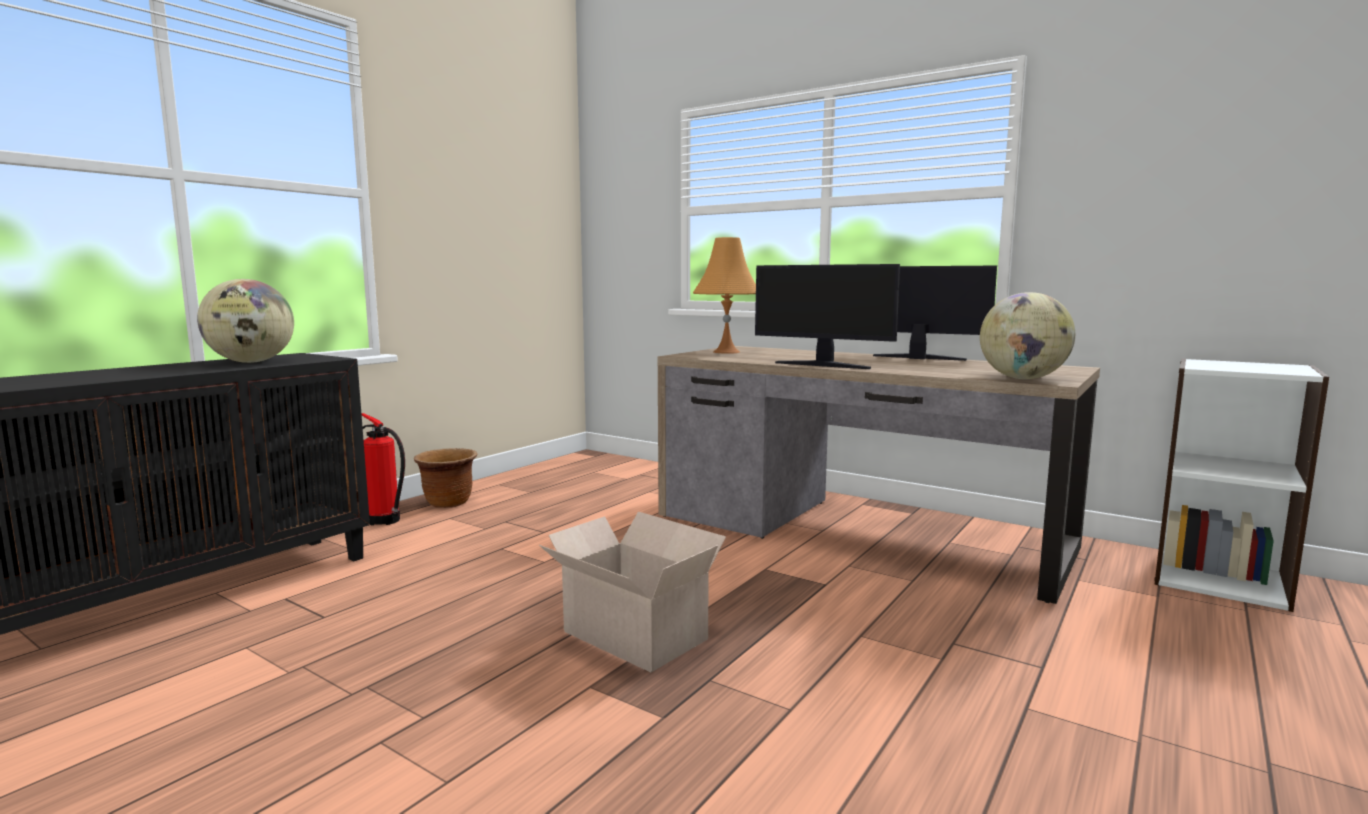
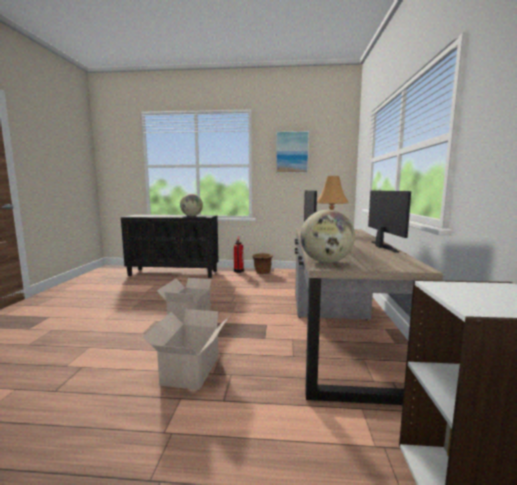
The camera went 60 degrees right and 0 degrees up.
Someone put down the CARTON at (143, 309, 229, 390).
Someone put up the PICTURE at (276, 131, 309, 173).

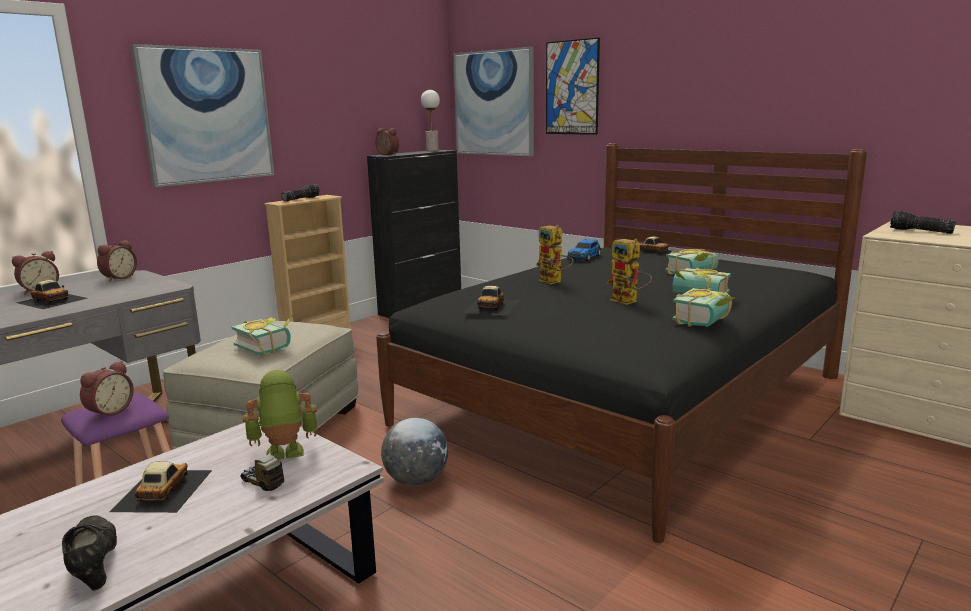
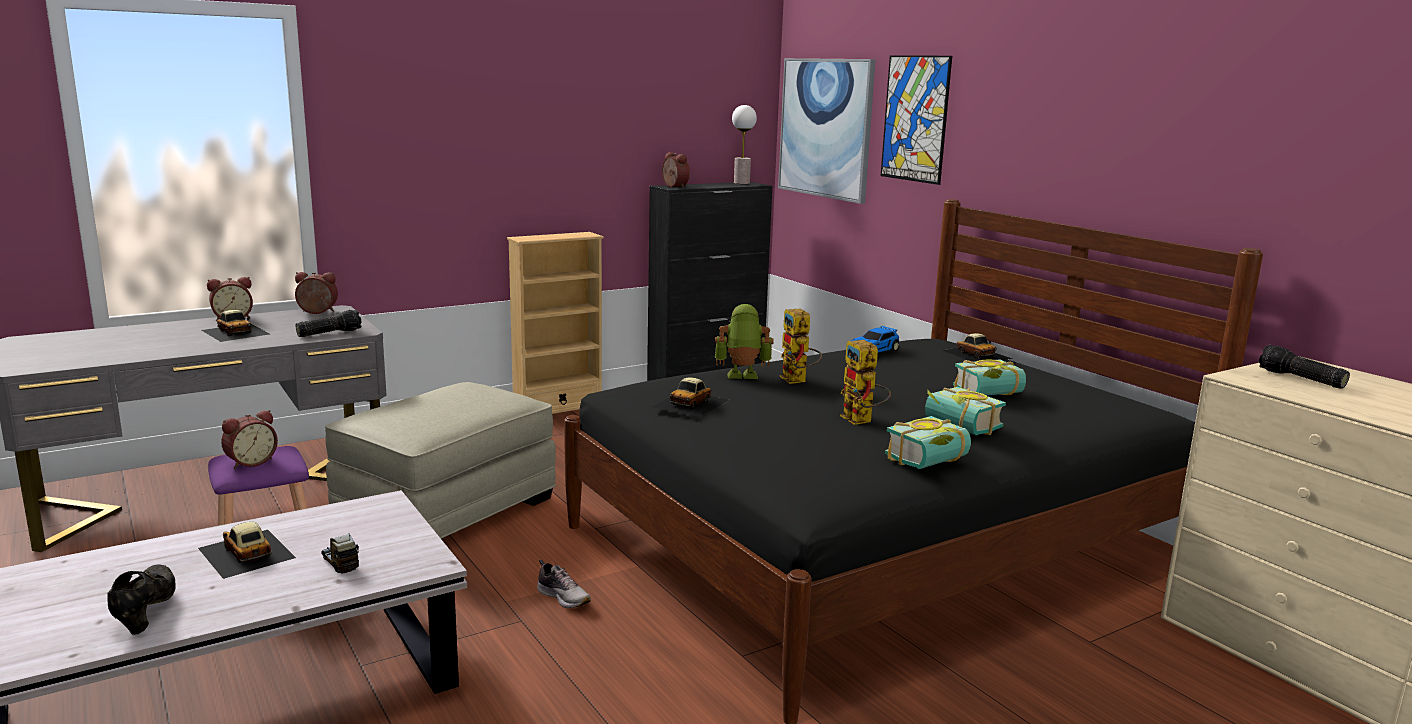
The camera went 15 degrees right and 0 degrees up.
Someone took away the PICTURE at (131, 44, 274, 187).
Someone took away the VOLUME at (232, 315, 293, 356).
Someone carried the TOY ROBOT from (243, 370, 318, 460) to (715, 304, 774, 379).
Someone carried the HAND TORCH from (281, 184, 319, 202) to (295, 310, 362, 337).
Someone swapped the GLOBE at (381, 418, 448, 486) for the LOW SHOE at (537, 559, 591, 608).
Someone rotated the ALARM CLOCK at (97, 240, 137, 281) by 135 degrees counterclockwise.
Someone rotated the MINIATURE CAR at (110, 461, 212, 513) by 60 degrees counterclockwise.

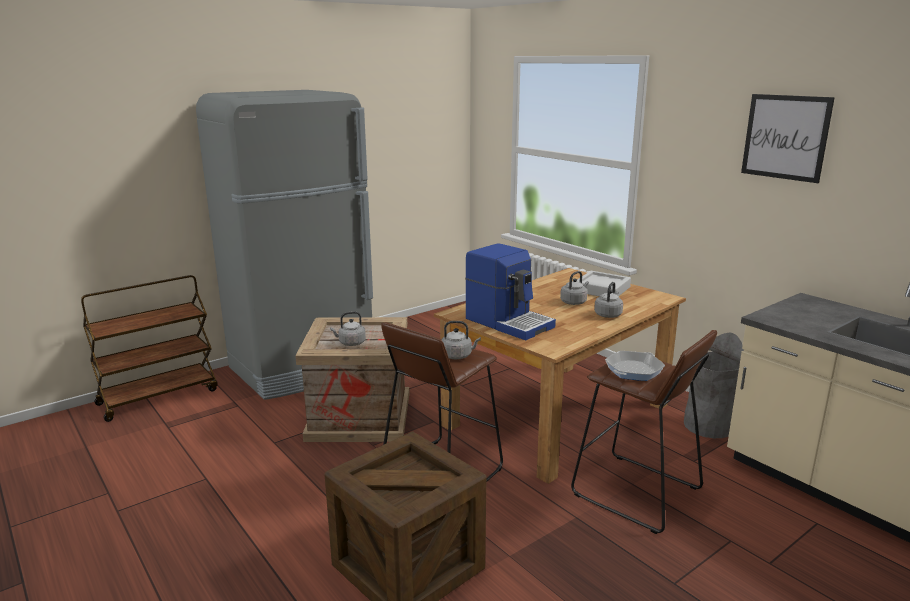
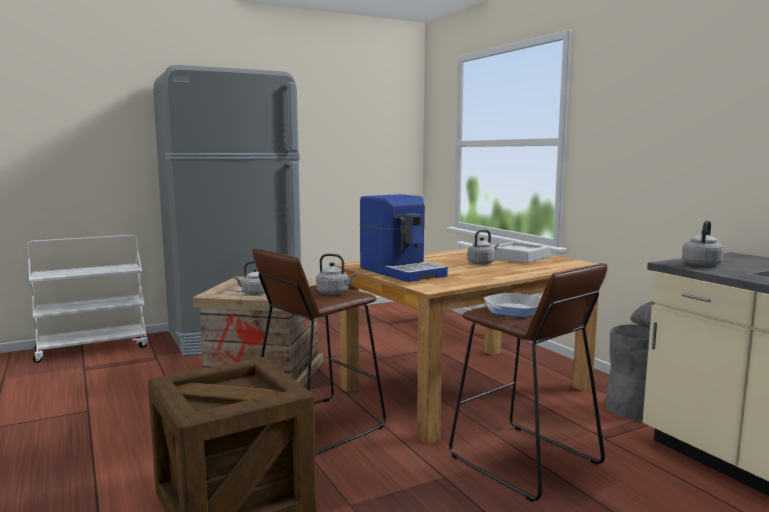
The camera went 10 degrees right and 10 degrees down.
Someone took away the PICTURE at (741, 94, 835, 183).
Someone carried the GRAY WATER KETTLE from (594, 282, 623, 318) to (682, 220, 723, 267).
Someone repainted the BROWNISH TROLLEY at (81, 275, 218, 422), which became the WHITISH TROLLEY at (27, 235, 148, 363).

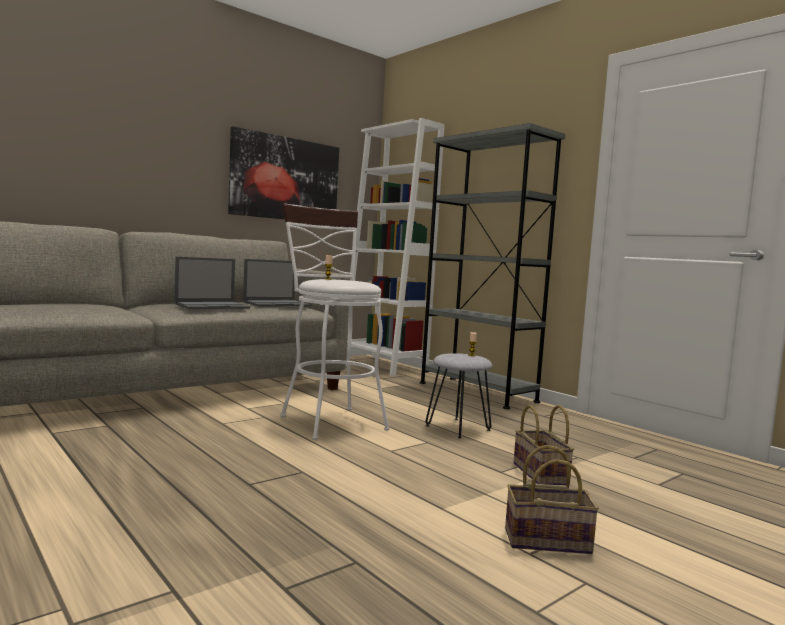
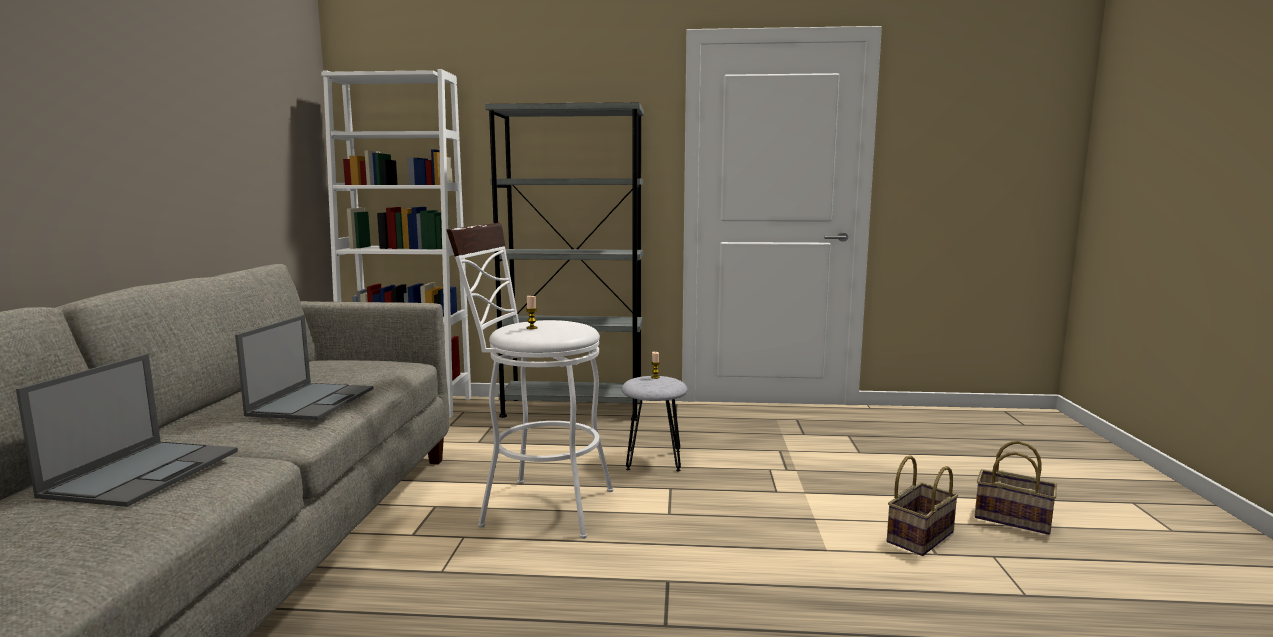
The camera went 45 degrees left and 5 degrees up.
Someone took away the PICTURE at (228, 126, 339, 219).
Someone carried the NOTEBOOK COMPUTER from (243, 259, 312, 307) to (16, 354, 238, 507).
Someone carried the HOUSEHOLD BASKET from (513, 405, 574, 485) to (975, 441, 1057, 535).

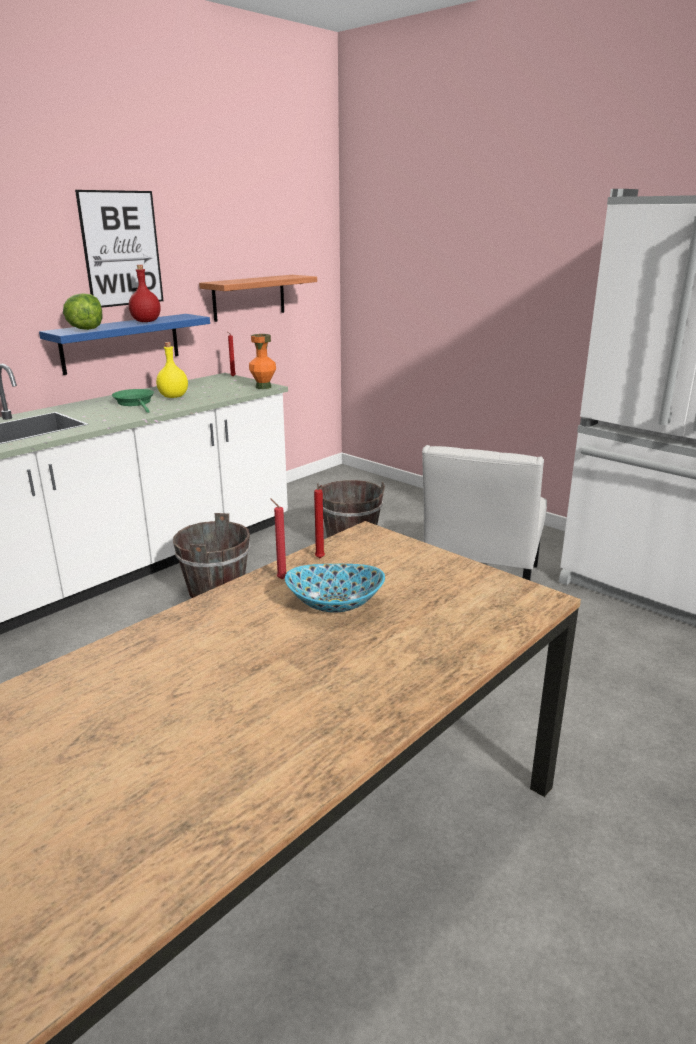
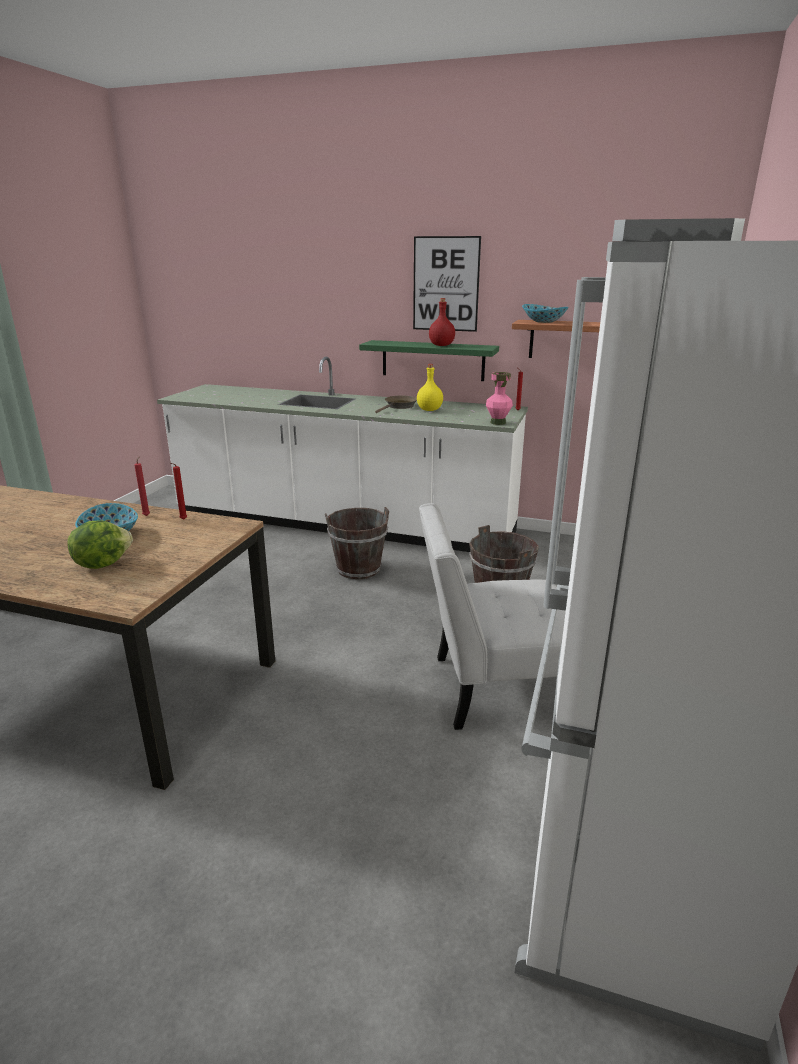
The camera went 65 degrees right and 0 degrees up.
Someone put down the DEEP DISH at (522, 304, 569, 323).
Someone carried the LETTUCE from (63, 293, 102, 330) to (67, 520, 133, 569).
Someone repainted the BLUISH BRACKET SHELF at (39, 314, 210, 375), which became the GREEN-COLOURED BRACKET SHELF at (359, 340, 499, 381).
Someone repainted the GREEN-COLOURED PAN at (112, 389, 154, 413), which became the BROWNISH PAN at (375, 396, 417, 413).
Someone repainted the ORANGEY DECORATIVE VASE at (249, 334, 276, 389), which became the PINKISH DECORATIVE VASE at (486, 372, 513, 425).

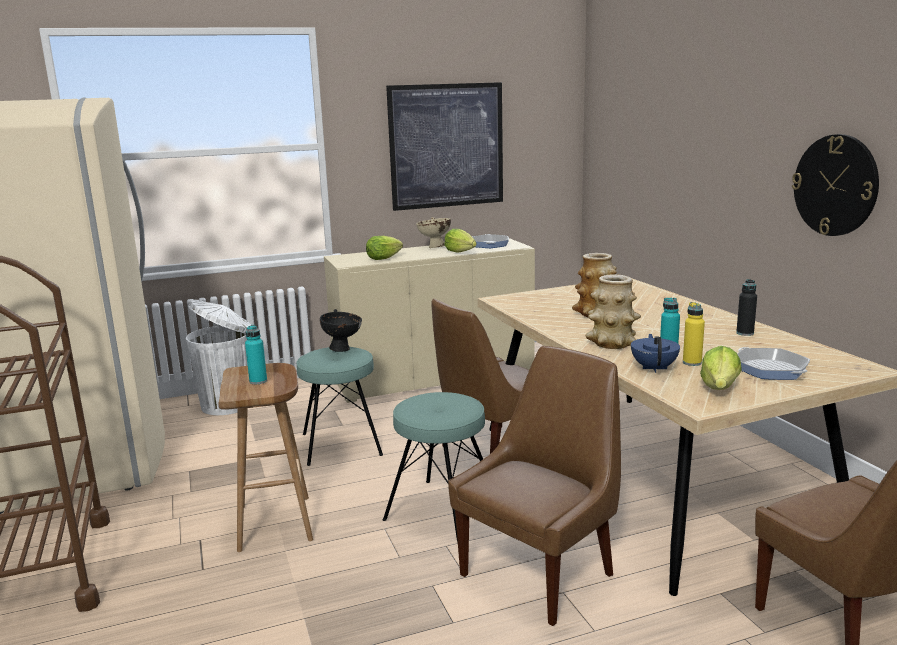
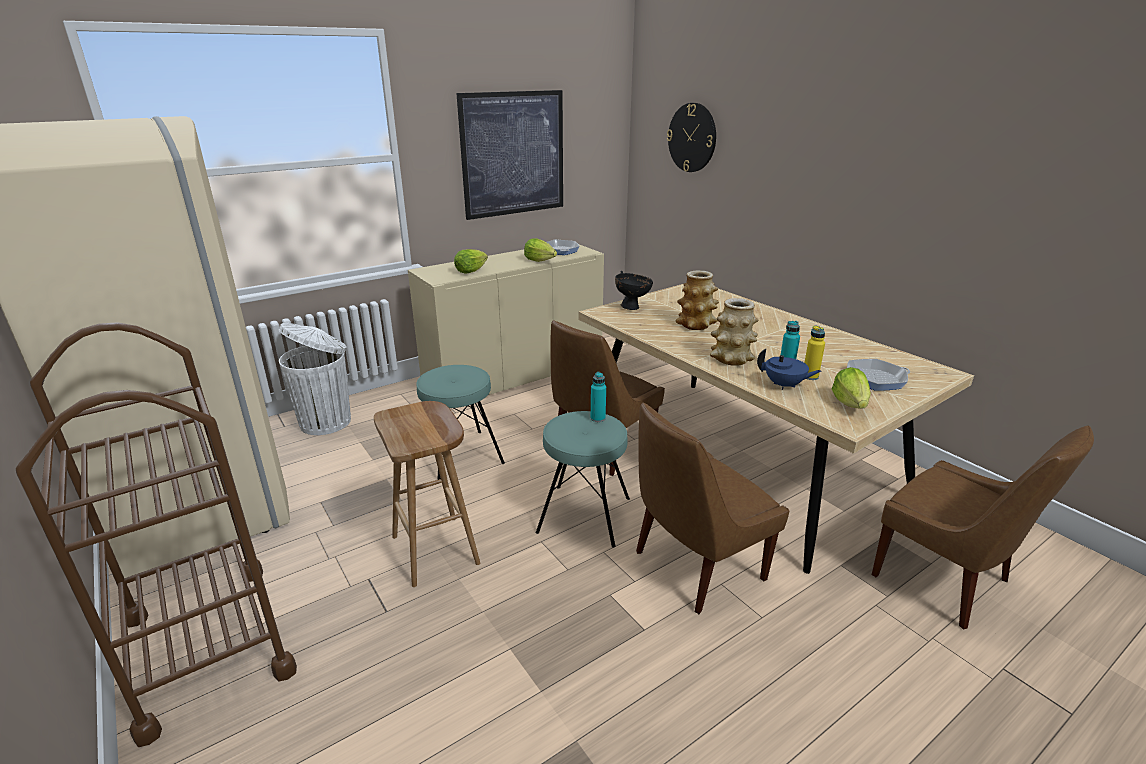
The camera went 15 degrees left and 10 degrees up.
Someone took away the BEIGE DEEP DISH at (416, 217, 451, 248).
Someone took away the BLACKISH DRINK BOTTLE at (736, 279, 757, 336).
Someone carried the BLUE-GREEN DRINK BOTTLE from (245, 325, 267, 384) to (591, 372, 606, 422).
Someone carried the BLACKISH DEEP DISH from (320, 309, 362, 352) to (615, 271, 653, 310).
Someone carried the CLOCK ON THE WALL from (792, 134, 879, 236) to (667, 103, 716, 172).
Someone rotated the BROWNISH CHAIR at (448, 346, 621, 626) by 150 degrees counterclockwise.
Someone rotated the BLUISH POT FOR TEA at (631, 334, 680, 373) by 120 degrees clockwise.
Someone rotated the PAN at (737, 347, 810, 380) by 60 degrees counterclockwise.

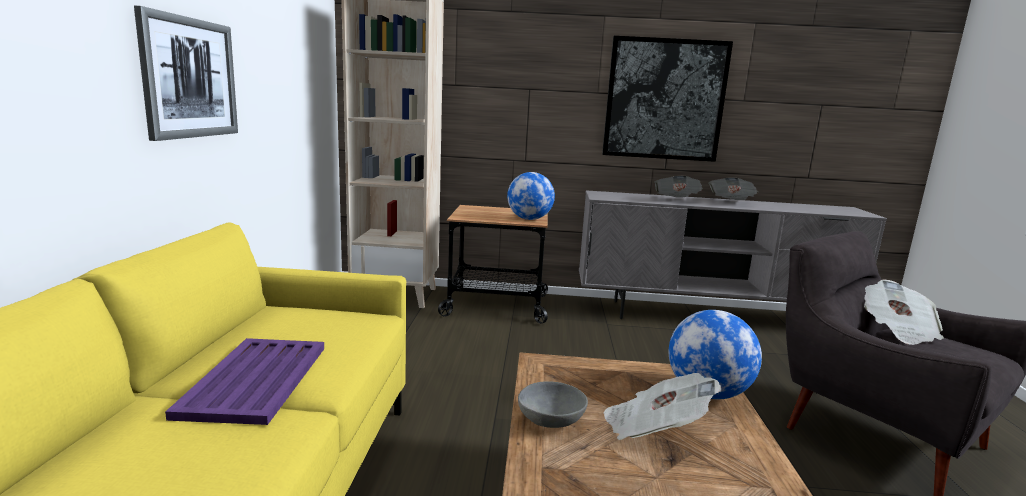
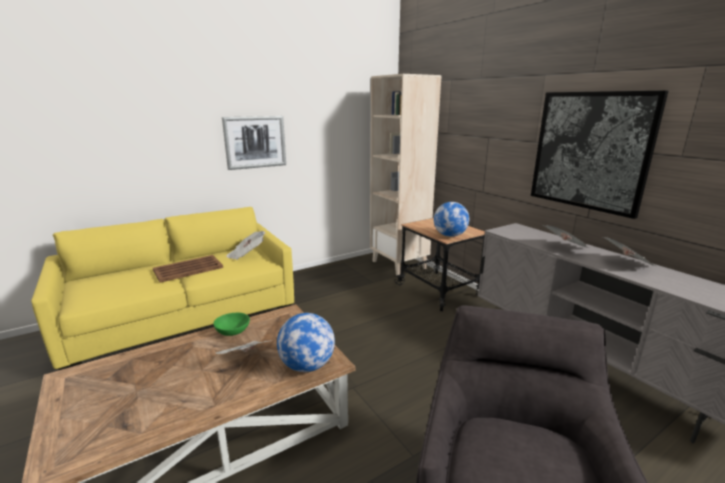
The camera went 55 degrees right and 5 degrees up.
Someone carried the DAILY PAPER from (864, 280, 944, 345) to (226, 231, 265, 260).
Someone repainted the PURPLE-COLOURED TRAY at (165, 338, 324, 425), which became the BROWNISH TRAY at (153, 255, 223, 283).
Someone repainted the GRAY DEEP DISH at (518, 382, 588, 428), which became the GREEN-COLOURED DEEP DISH at (213, 313, 250, 336).

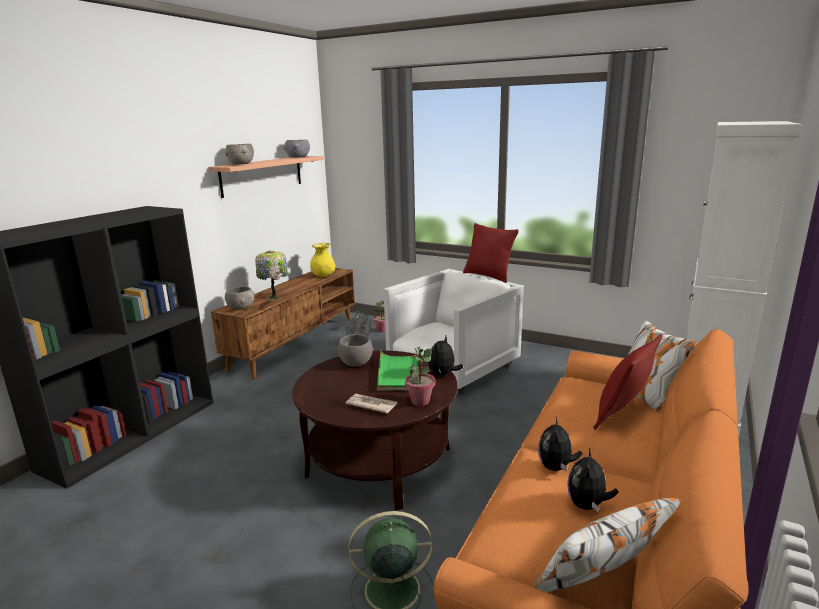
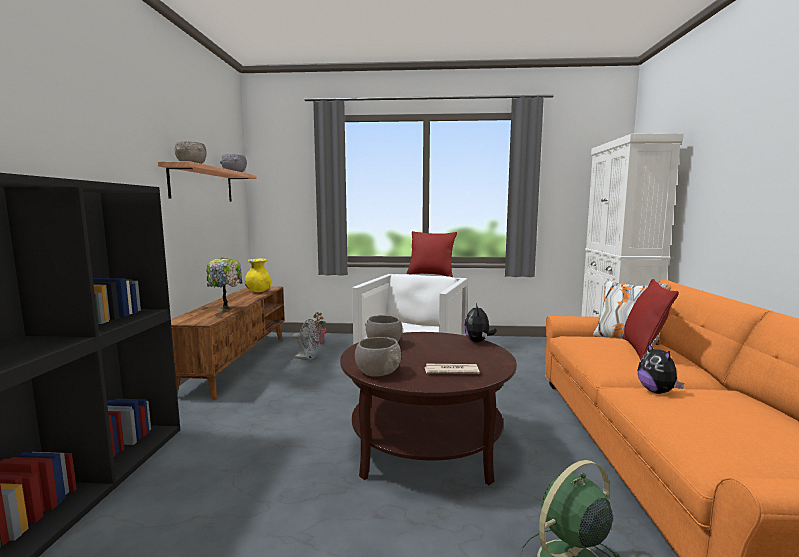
The camera went 25 degrees left and 10 degrees down.
Someone took away the GREEN-COLOURED TRAY at (377, 351, 422, 391).
Someone took away the PLANT IN A POT at (405, 346, 435, 406).
Someone took away the CUDDLY TOY at (567, 448, 618, 513).
Someone carried the GRAY DEEP DISH from (225, 286, 255, 310) to (355, 337, 401, 377).

